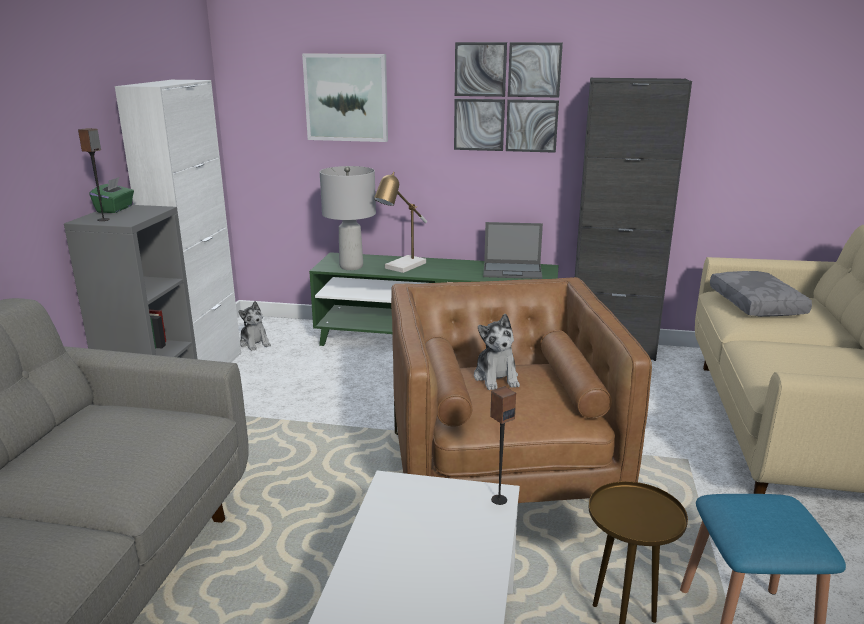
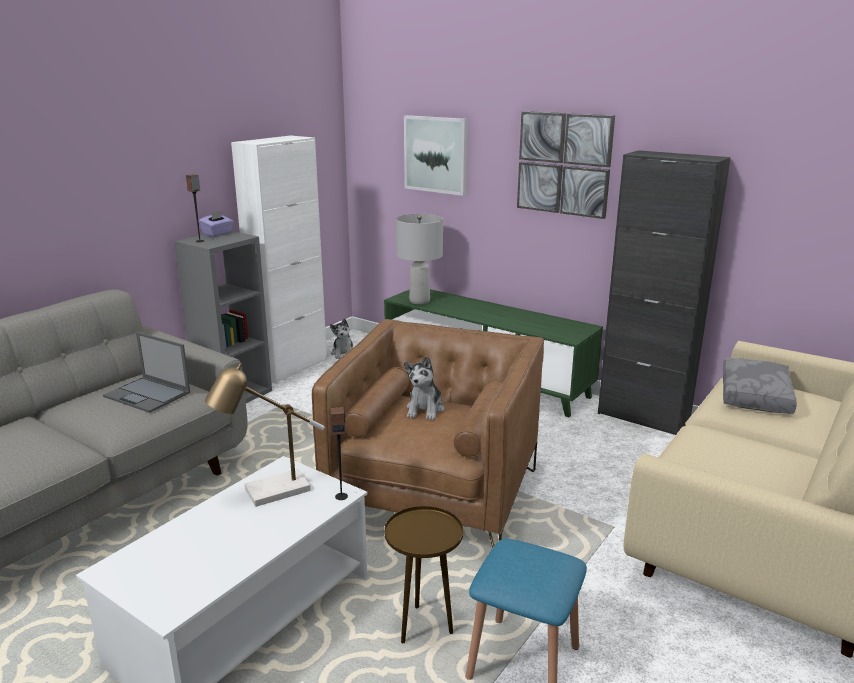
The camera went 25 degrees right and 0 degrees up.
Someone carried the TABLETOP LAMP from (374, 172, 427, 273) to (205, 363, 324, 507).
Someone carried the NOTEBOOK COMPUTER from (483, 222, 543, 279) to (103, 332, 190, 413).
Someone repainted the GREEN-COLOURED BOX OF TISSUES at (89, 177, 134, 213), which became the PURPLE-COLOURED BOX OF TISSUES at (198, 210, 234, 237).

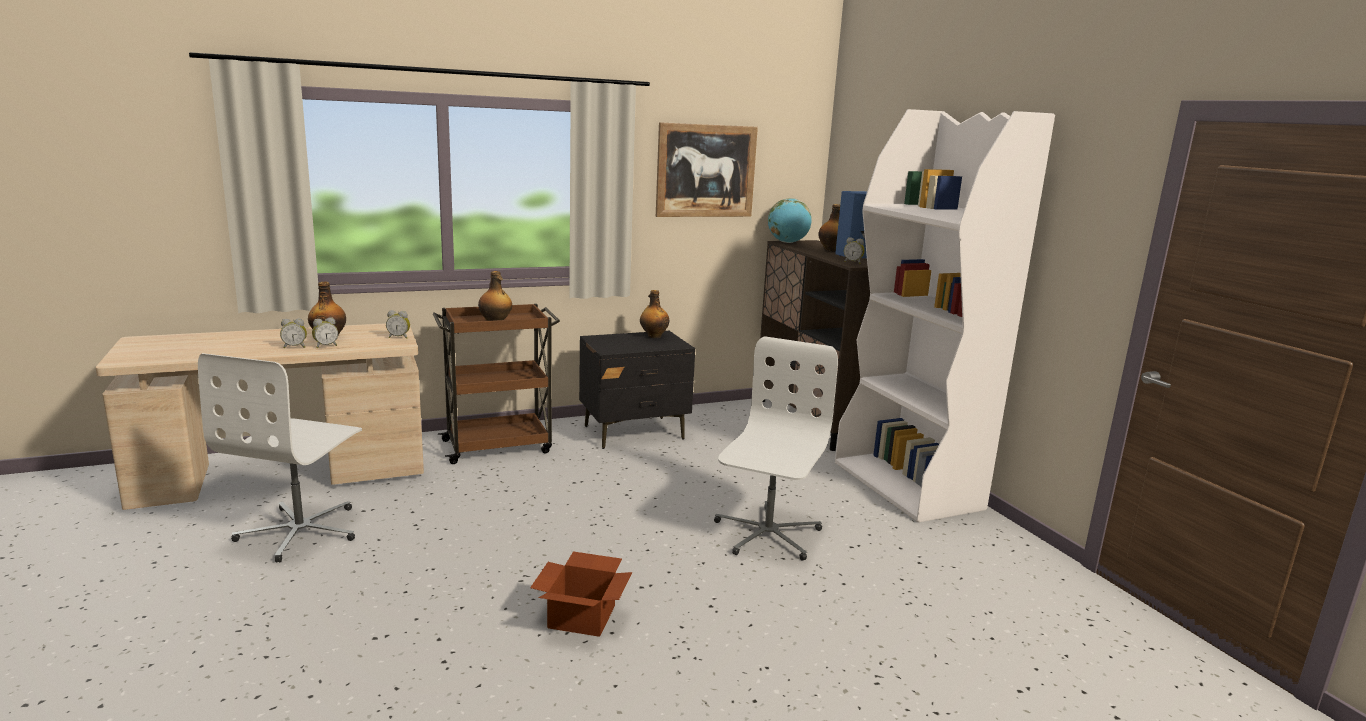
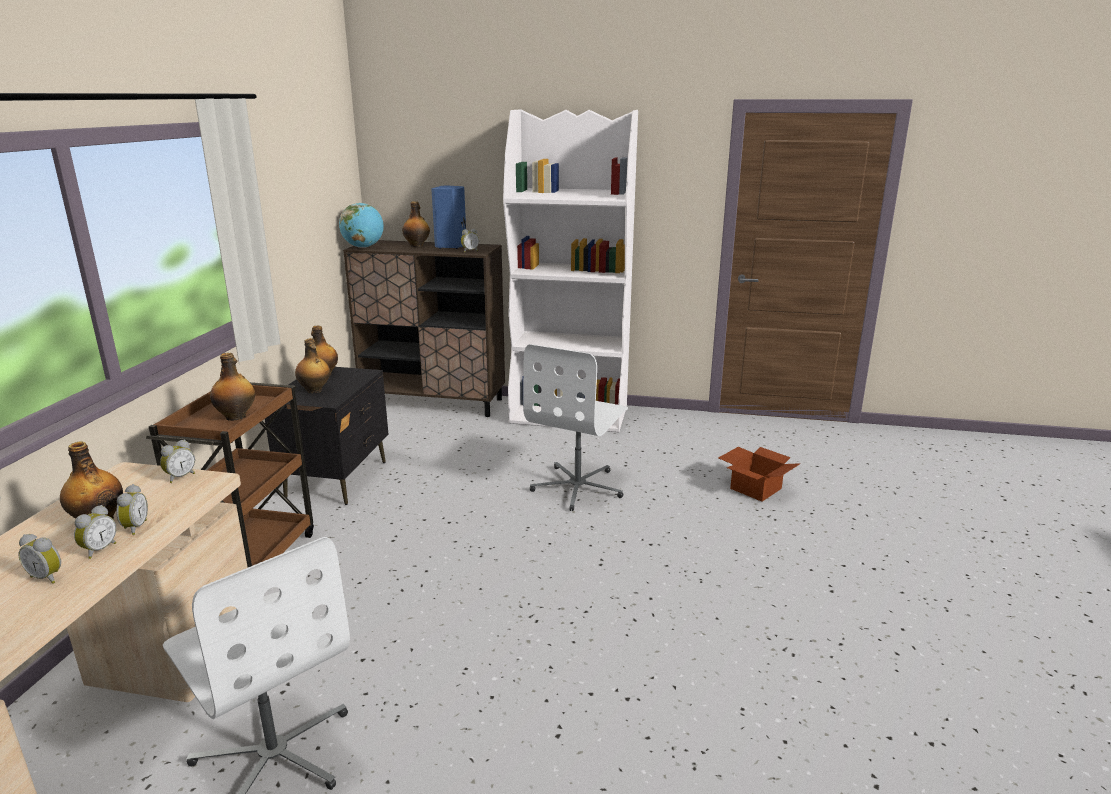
The camera went 55 degrees left and 5 degrees up.
Someone took away the PICTURE at (656, 122, 758, 217).
Someone put down the ALARM CLOCK at (18, 534, 61, 584).
Someone put down the DRINK BOTTLE at (295, 338, 330, 393).
Someone carried the CARTON from (530, 551, 632, 637) to (718, 447, 801, 502).
Someone rotated the WHITISH COMPUTER CHAIR at (714, 336, 838, 561) by 120 degrees counterclockwise.

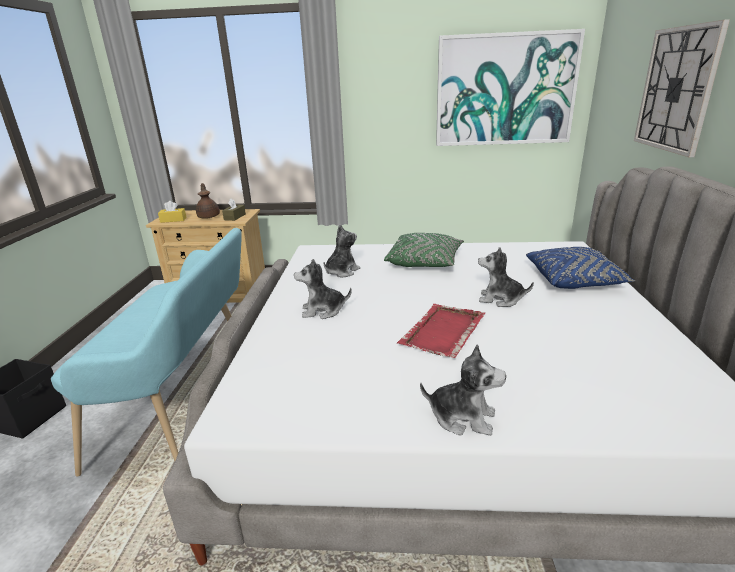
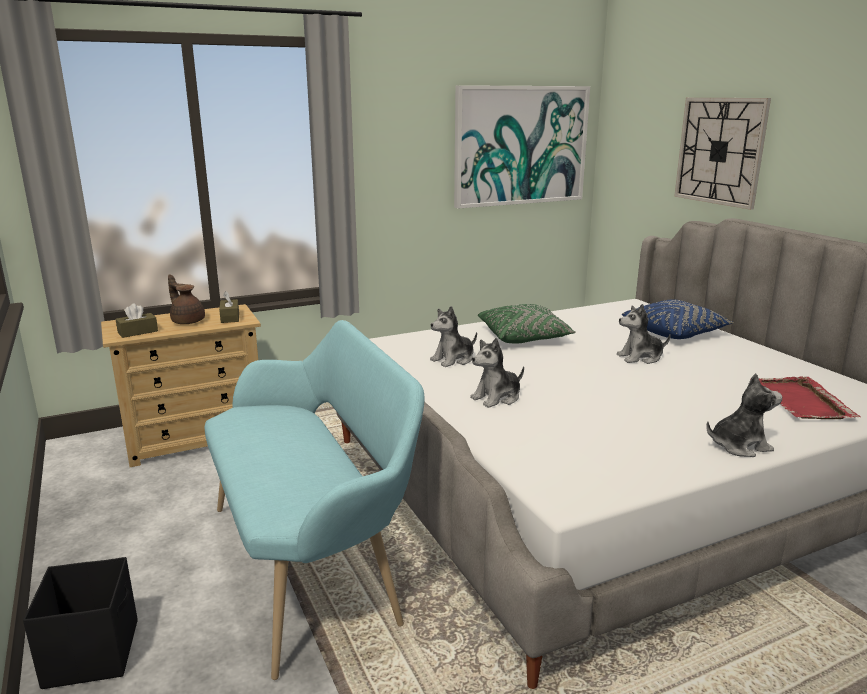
The camera went 30 degrees left and 5 degrees down.
Someone carried the RED-COLOURED TRAY from (397, 304, 485, 358) to (759, 376, 861, 419).
Someone repainted the YELLOW-COLOURED BOX OF TISSUES at (158, 201, 187, 223), which became the BROWNISH BOX OF TISSUES at (116, 303, 158, 338).
Someone rotated the CUDDLY TOY at (324, 224, 360, 278) by 135 degrees counterclockwise.

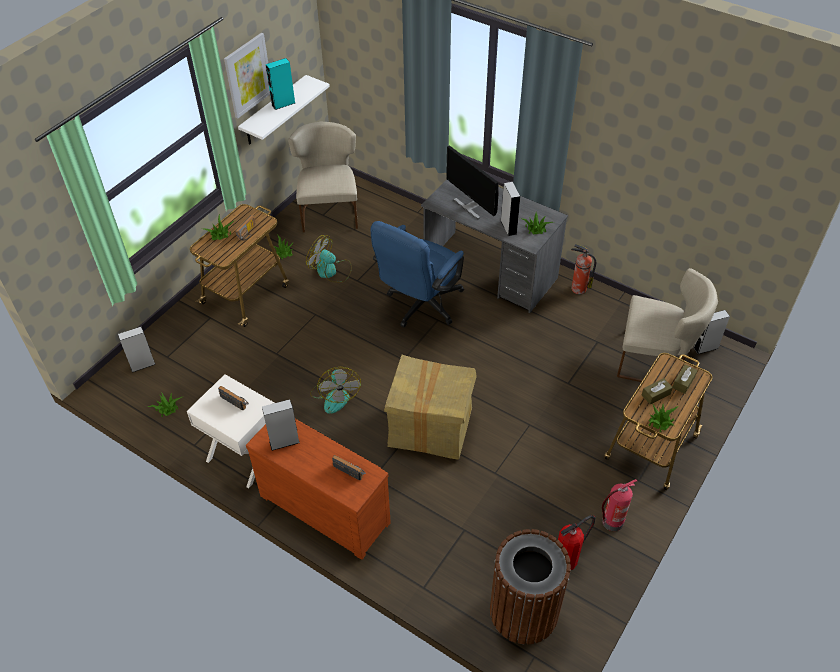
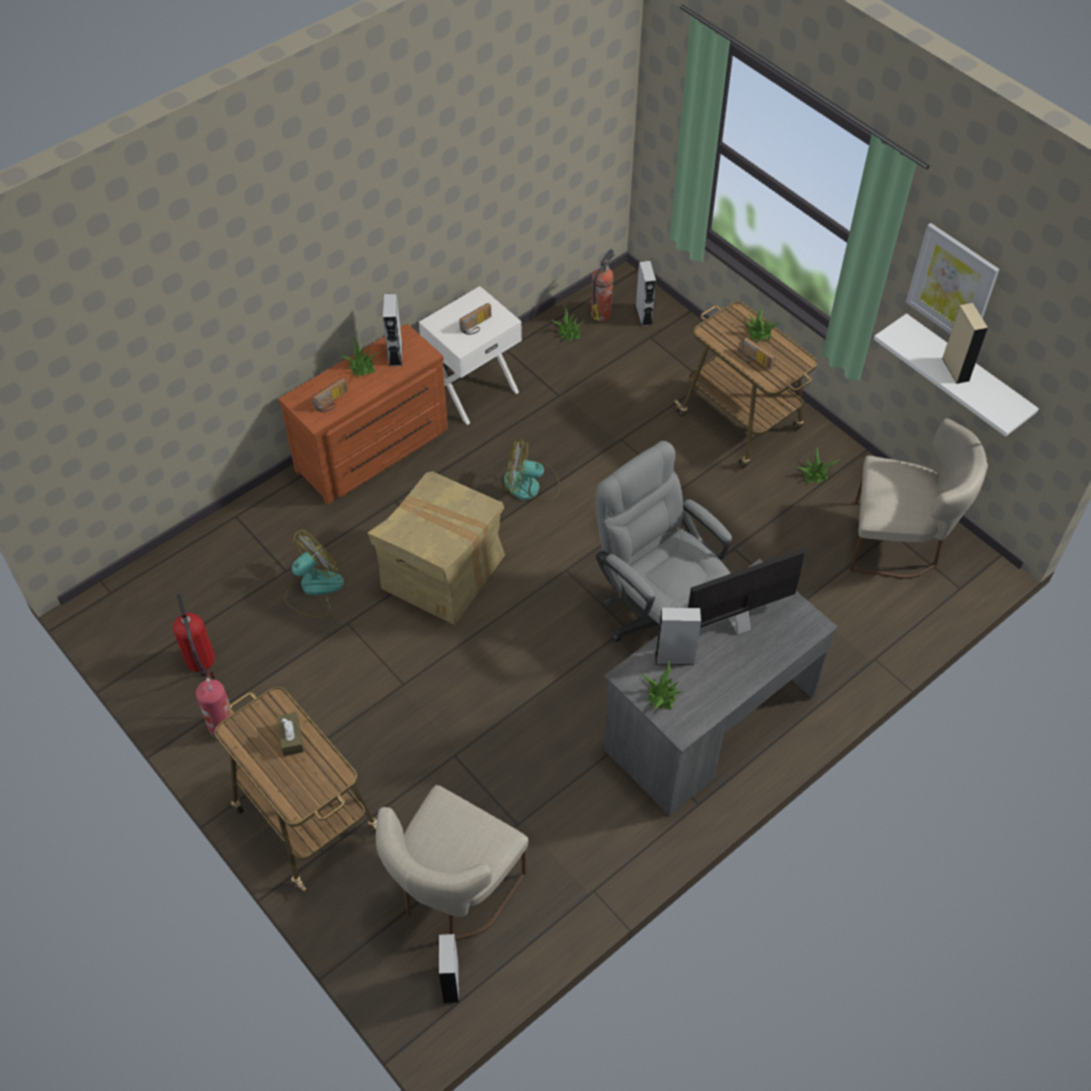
The camera went 105 degrees right and 5 degrees up.
Someone took away the BROWNISH WASTE BIN at (490, 529, 571, 645).
Someone took away the BROWNISH BOX OF TISSUES at (673, 365, 698, 394).
Someone carried the FAN from (306, 235, 352, 283) to (285, 530, 344, 617).
Someone carried the EXTINGUISHER from (571, 244, 596, 294) to (591, 249, 615, 321).
Someone carried the PLANT IN A POT from (649, 403, 678, 432) to (341, 337, 377, 378).
Someone repainted the BLUE-GREEN AUDIO SPEAKER at (266, 58, 295, 110), which became the BEIGE AUDIO SPEAKER at (942, 303, 988, 384).
Someone repainted the BLUISH COMPUTER CHAIR at (371, 221, 464, 327), which became the GRAY COMPUTER CHAIR at (595, 441, 732, 642).

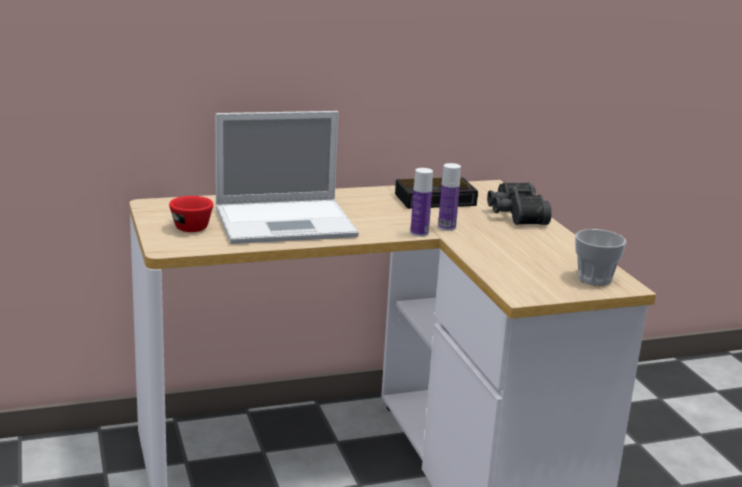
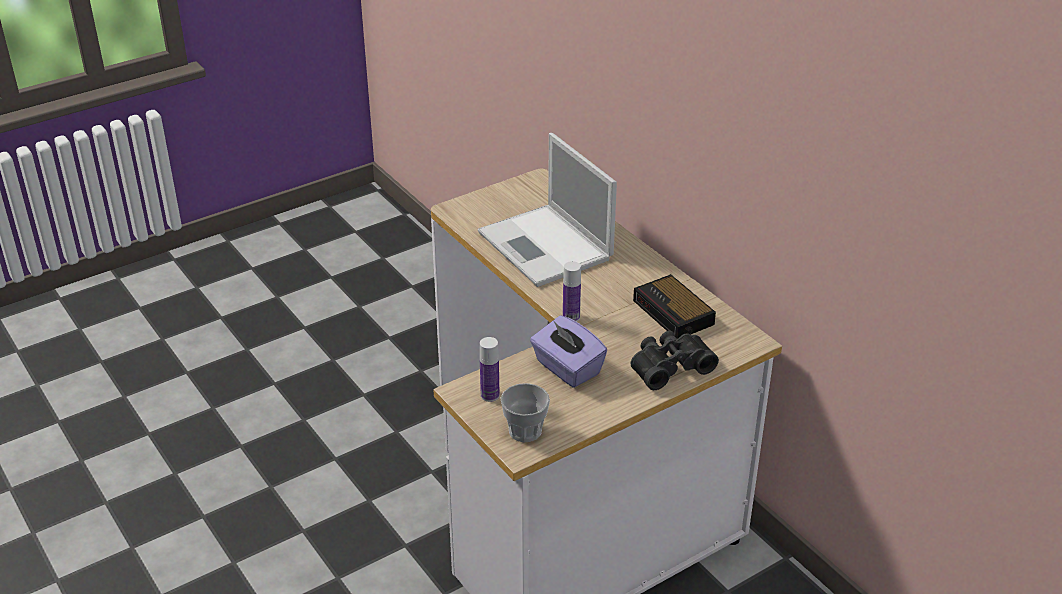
The camera went 75 degrees right and 15 degrees up.
Someone took away the RED-COLOURED SMALL CUP at (169, 196, 213, 232).
Someone put down the PURPLE-COLOURED BOX OF TISSUES at (530, 315, 607, 388).
Someone carried the DRINK BOTTLE from (438, 163, 461, 231) to (480, 337, 500, 402).

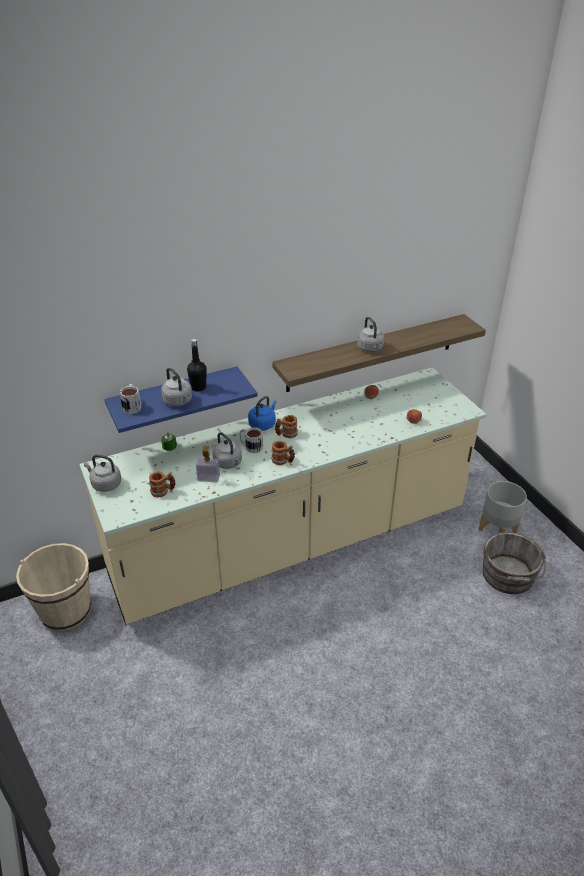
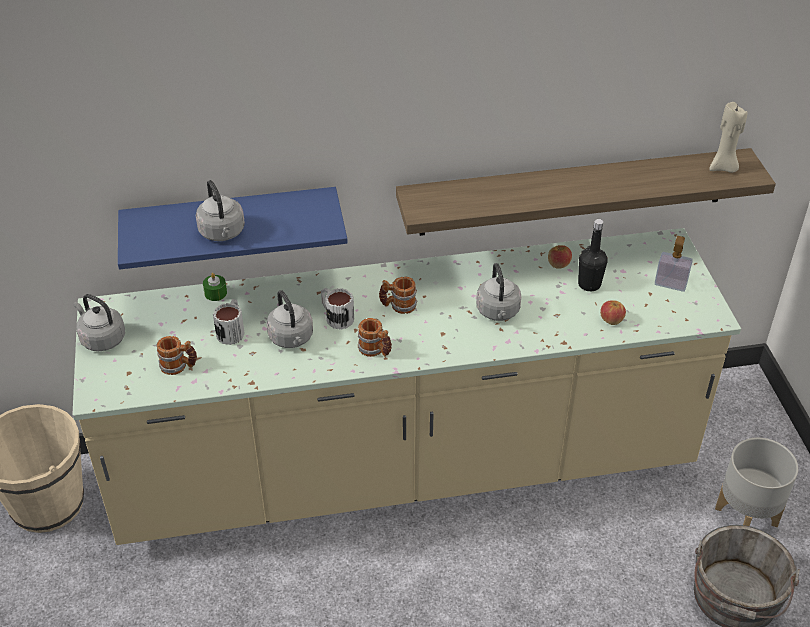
The camera went 15 degrees right and 5 degrees up.
Someone took away the BLUISH WATER KETTLE at (248, 396, 277, 431).
Someone put down the BEIGE WAX LIGHT at (709, 102, 748, 173).
Someone carried the MUG from (120, 384, 141, 414) to (213, 299, 245, 345).
Someone carried the BLACKISH DRINK BOTTLE from (187, 339, 206, 392) to (578, 219, 608, 291).
Someone carried the SOAP BOTTLE from (196, 446, 220, 482) to (655, 236, 693, 292).
Someone carried the GRAY WATER KETTLE from (357, 317, 384, 352) to (476, 263, 521, 321).

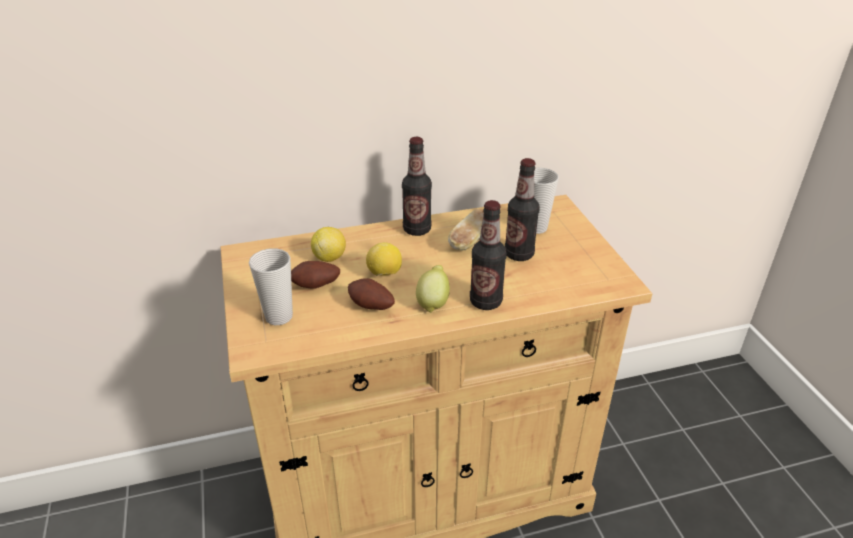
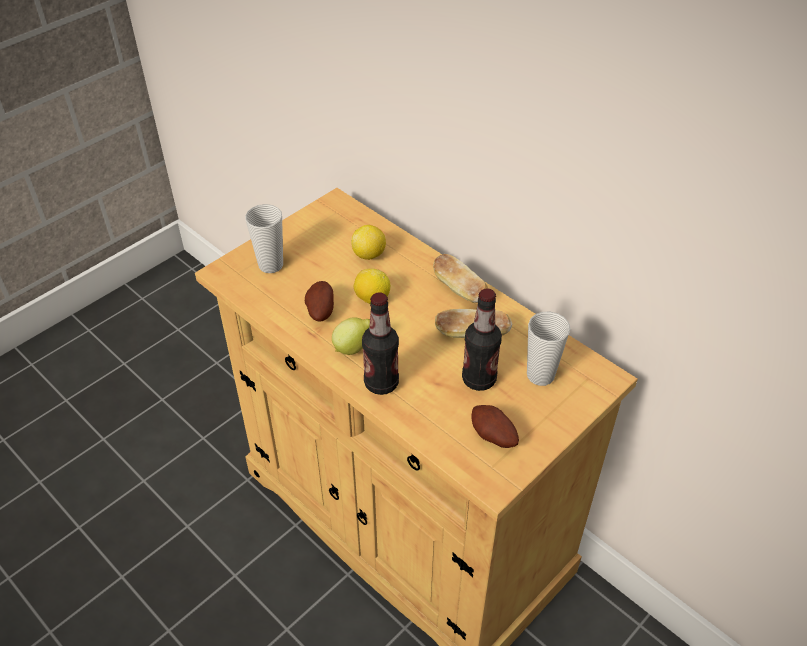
The camera went 60 degrees right and 10 degrees up.
Someone carried the WHOLE POTATO from (291, 261, 340, 289) to (471, 405, 519, 448).
Someone swapped the DRINK BOTTLE at (402, 137, 432, 236) for the BAKED BREAD at (433, 254, 488, 303).

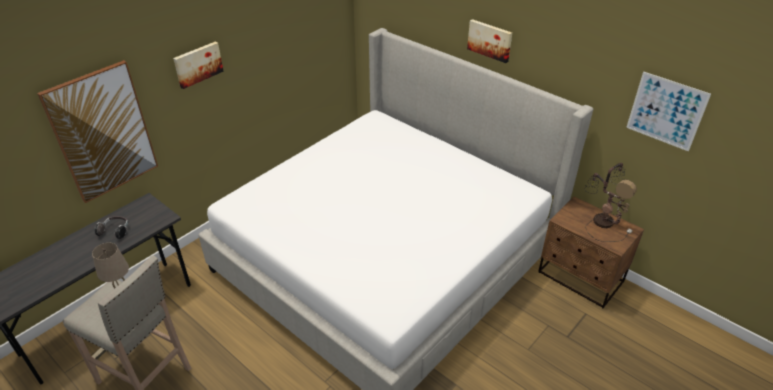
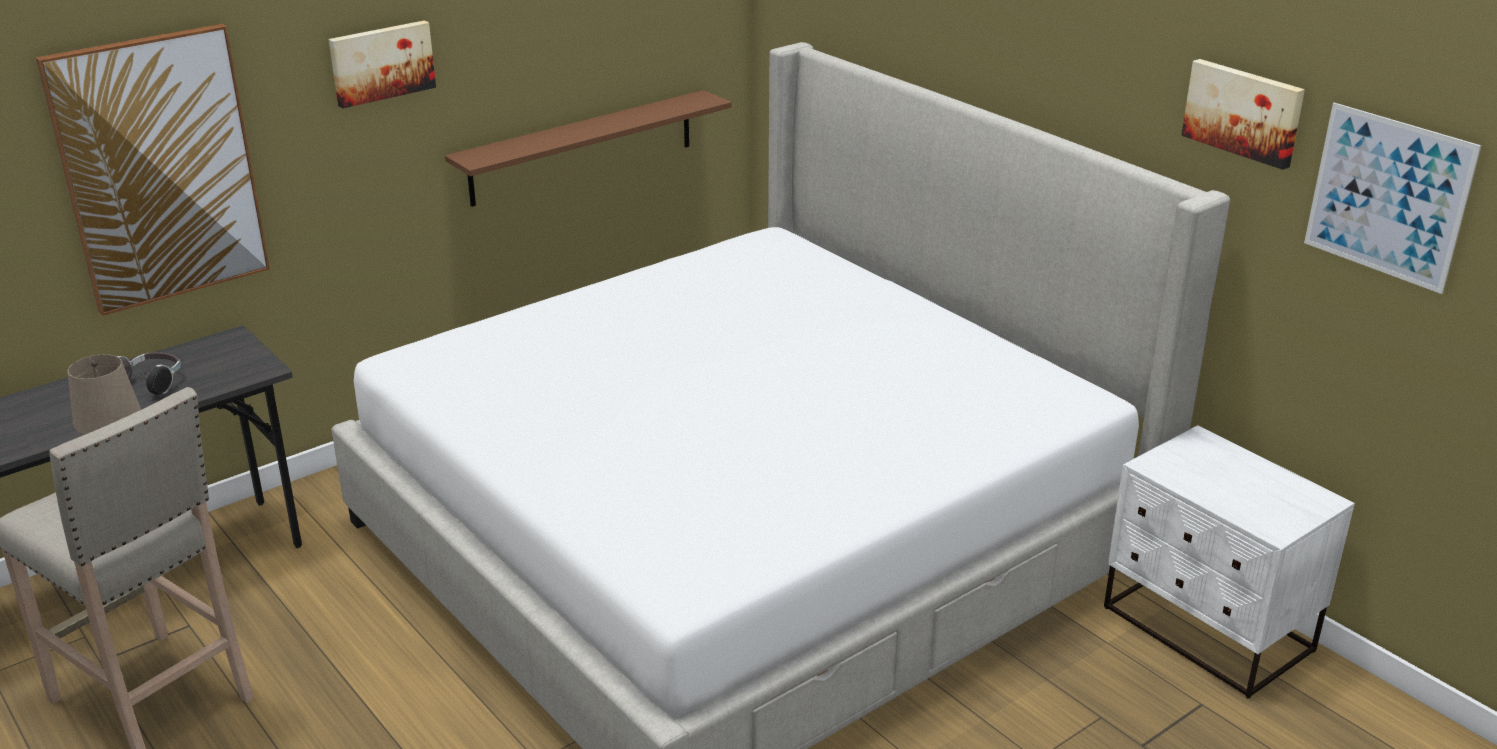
The camera went 10 degrees right and 10 degrees down.
Someone took away the TABLETOP LAMP at (585, 163, 637, 242).
Someone put up the BROWNISH BRACKET SHELF at (445, 90, 732, 207).
Someone carried the PICTURE from (467, 19, 512, 63) to (1181, 59, 1305, 170).
Someone repainted the BROWNISH BEDSIDE TABLE at (538, 197, 644, 308), which became the WHITISH BEDSIDE TABLE at (1104, 425, 1355, 699).

